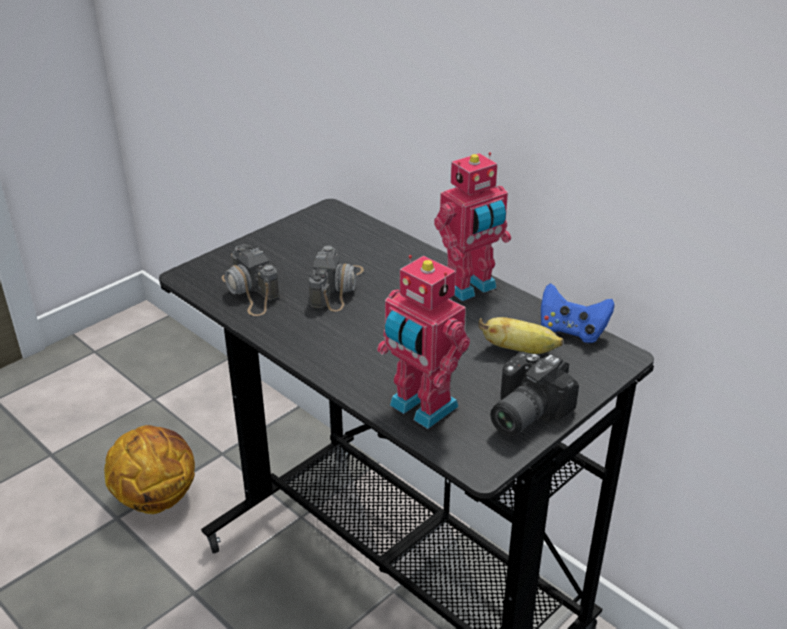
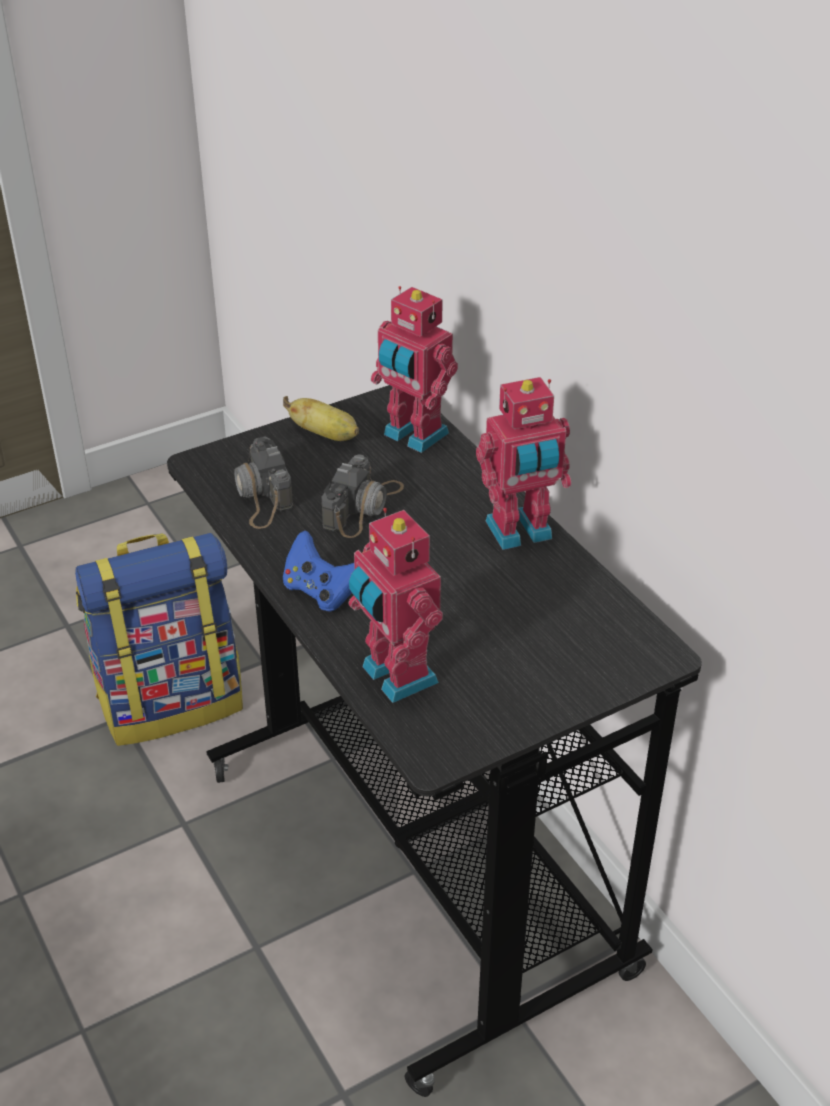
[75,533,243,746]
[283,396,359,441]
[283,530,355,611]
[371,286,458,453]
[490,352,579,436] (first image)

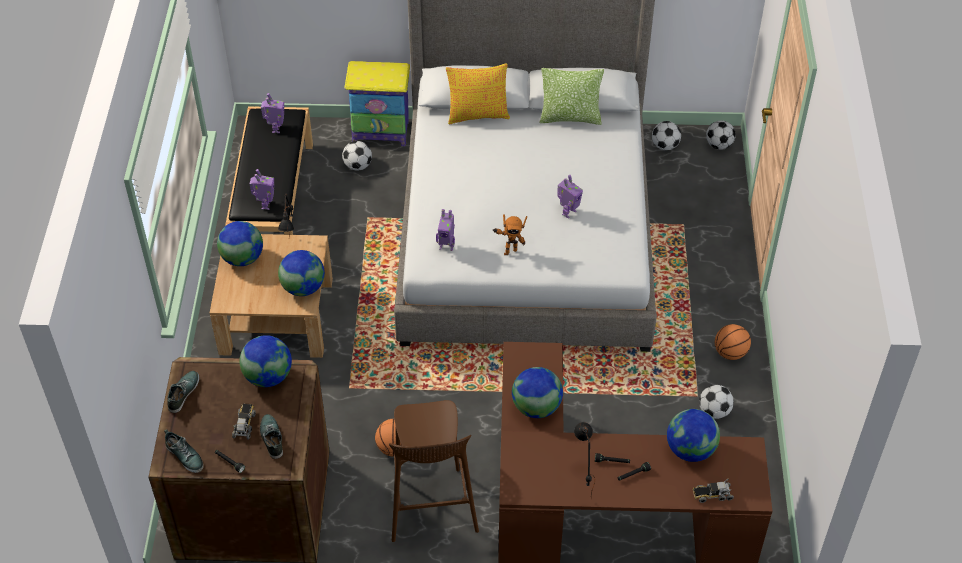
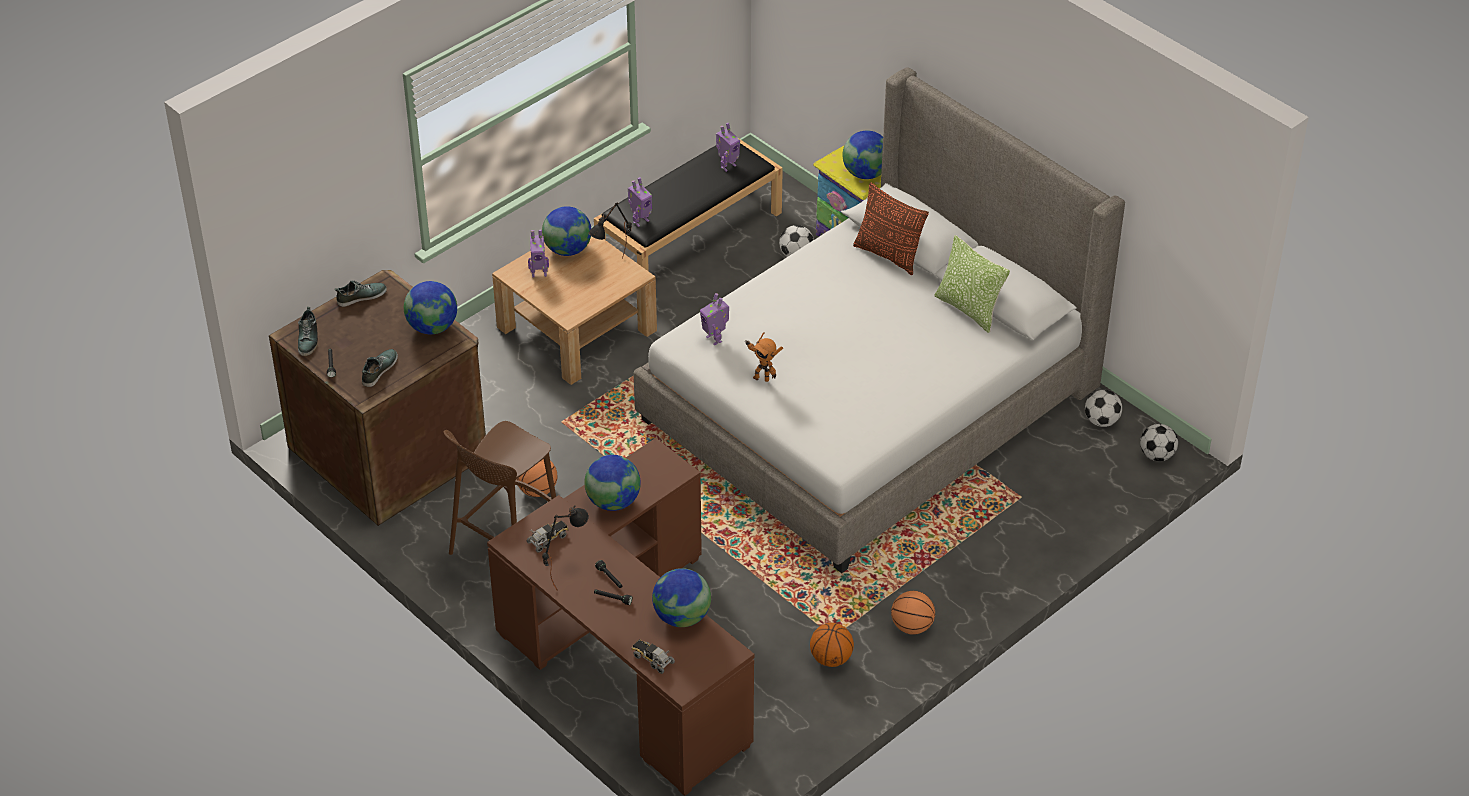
[527,520,569,553]
[528,230,549,277]
[810,623,854,667]
[842,130,883,179]
[853,182,929,275]

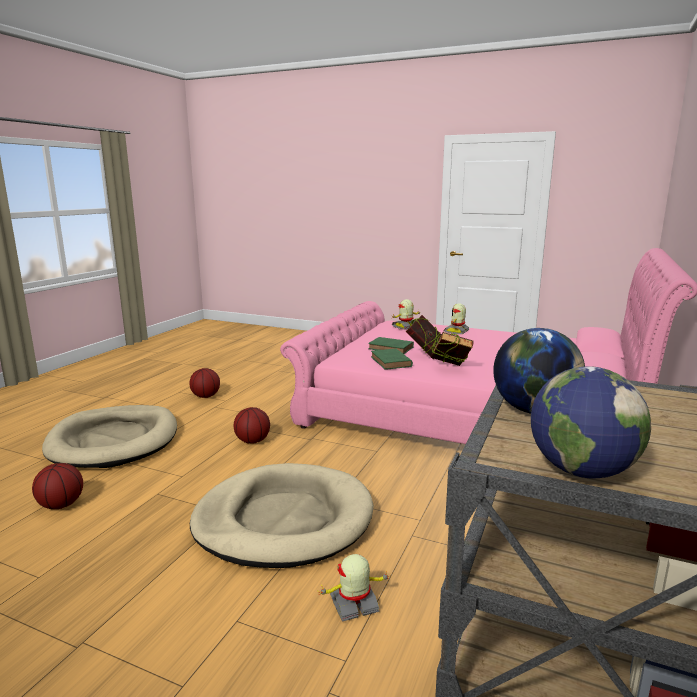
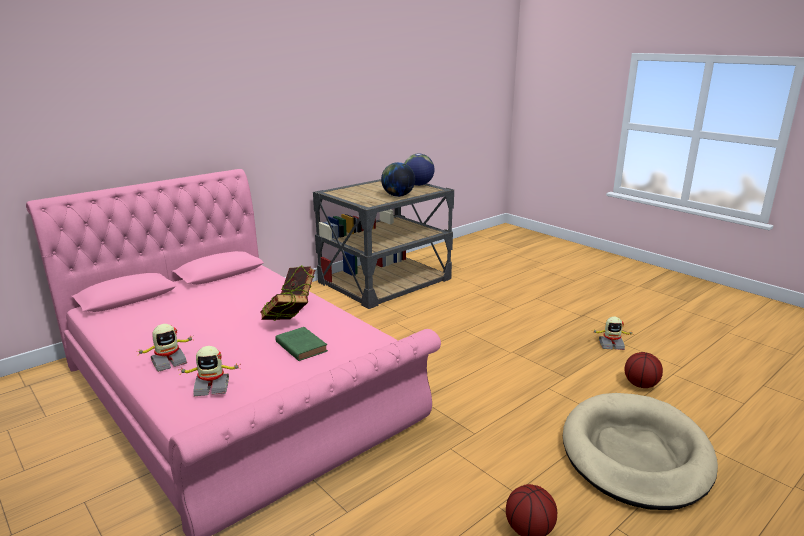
[592,317,634,350]
[190,463,374,568] (first image)
[234,407,270,444] (first image)
[371,348,413,370] (first image)

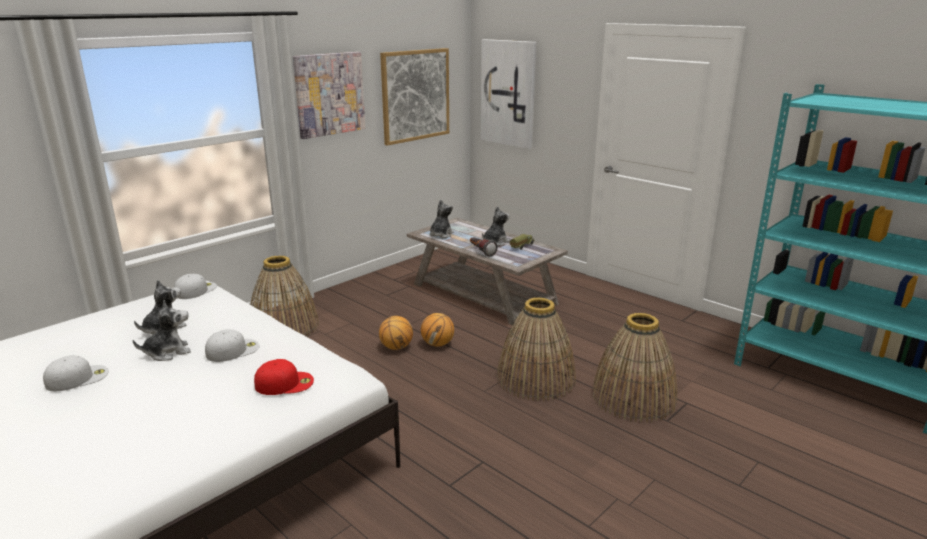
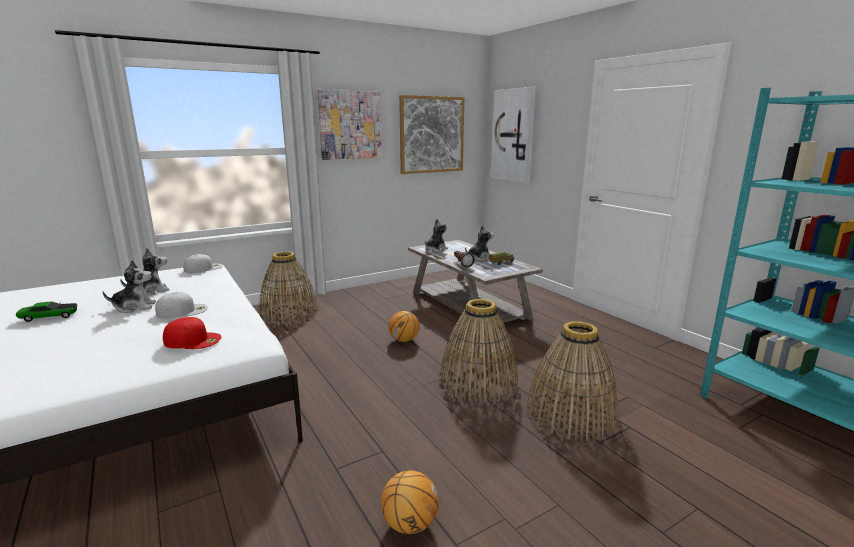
[16,301,77,322]
[381,470,439,534]

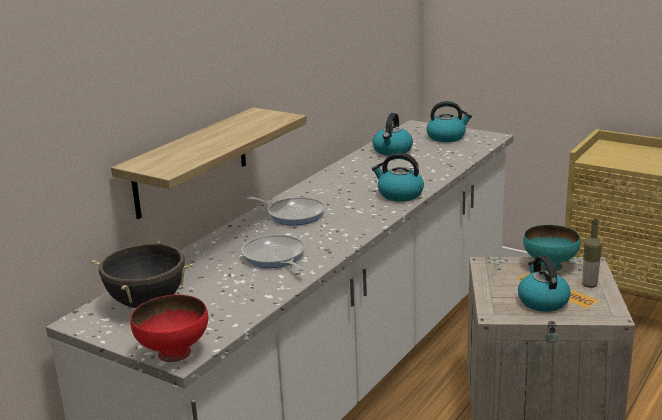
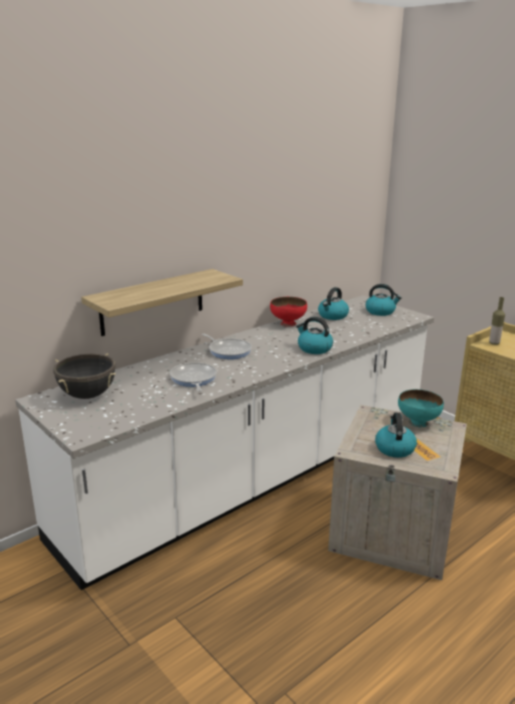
[270,297,307,326]
[489,297,505,345]

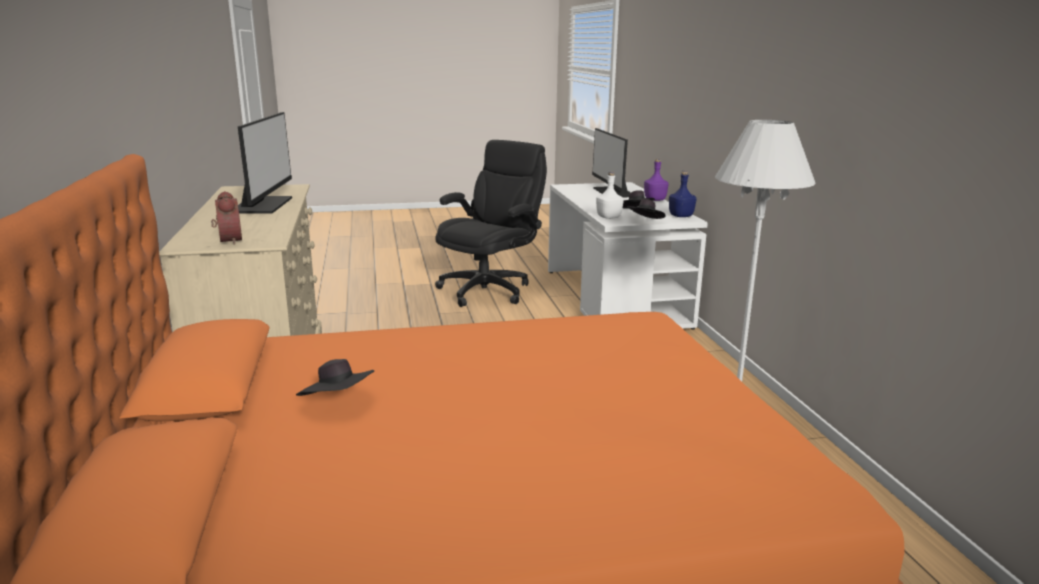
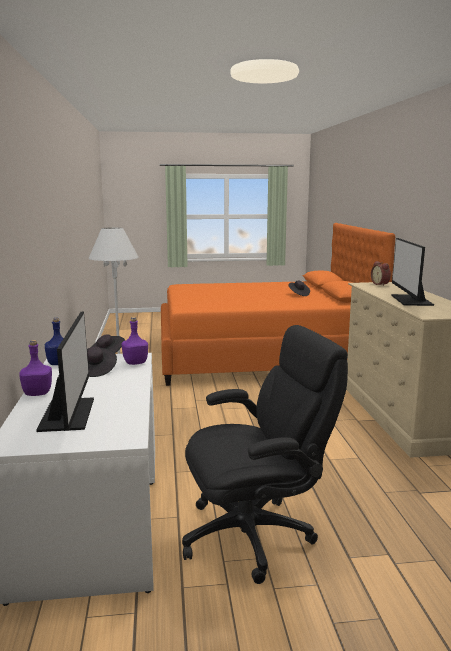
[122,317,148,365]
[182,325,348,584]

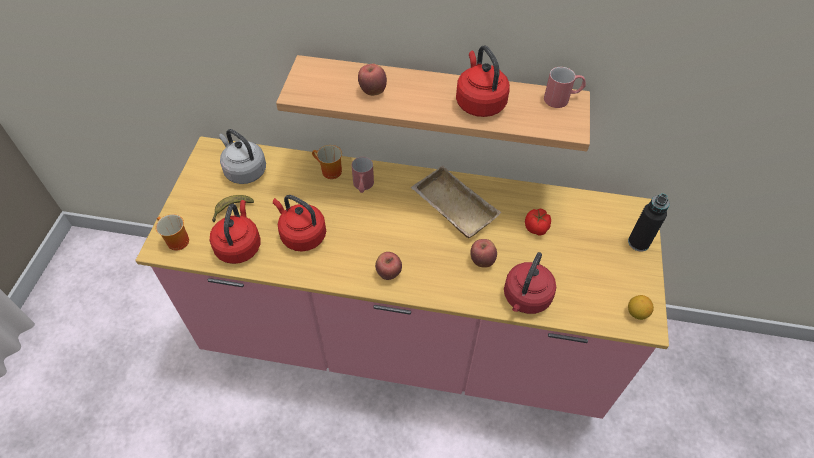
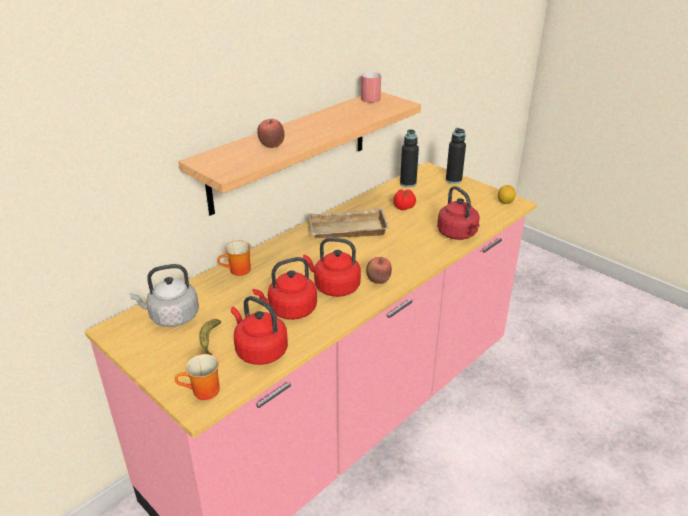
[303,238,361,297]
[400,129,419,187]
[352,157,374,193] (first image)
[470,239,497,268] (first image)

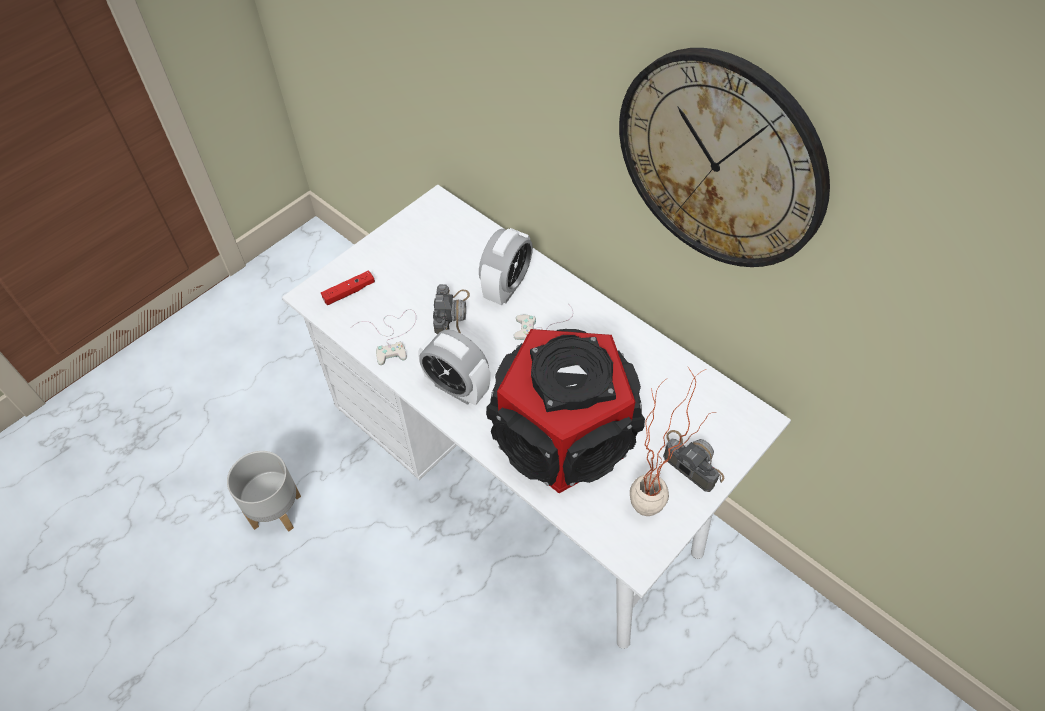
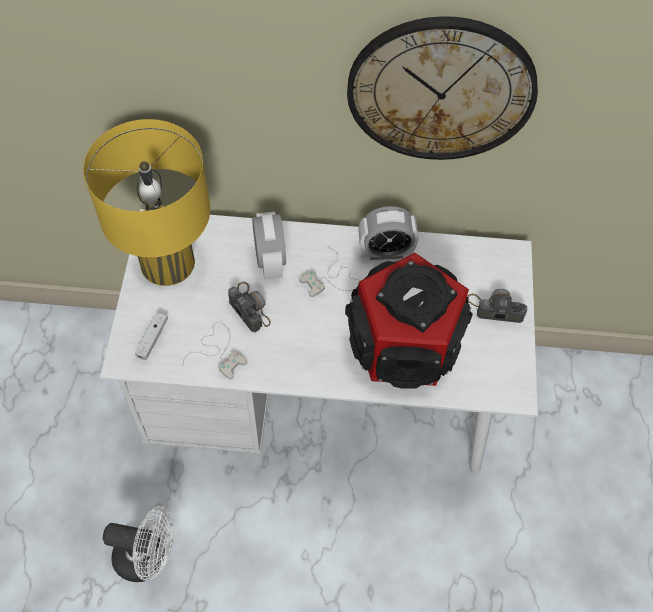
[83,119,210,286]
[103,506,174,582]
[135,312,168,360]
[358,206,419,260]
[630,367,714,516] (first image)

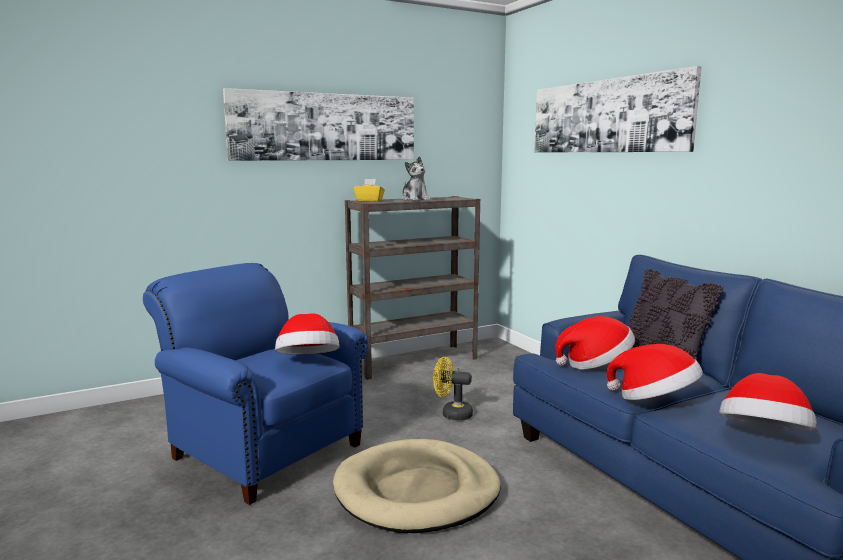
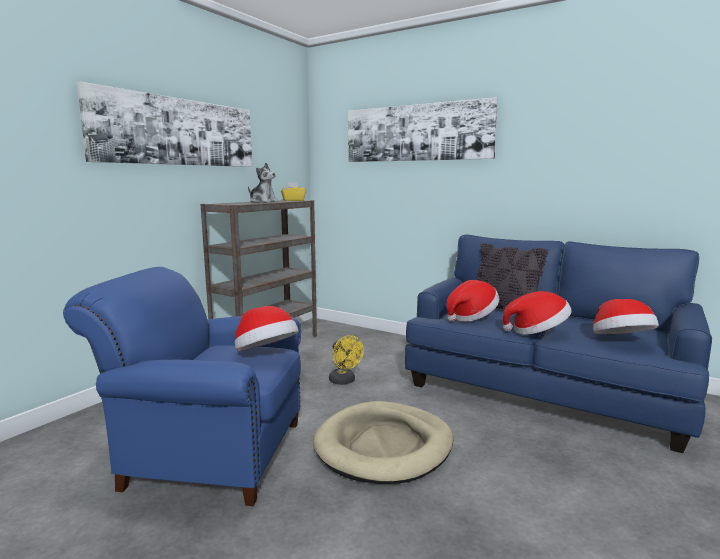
[281,182,306,201]
[329,335,364,385]

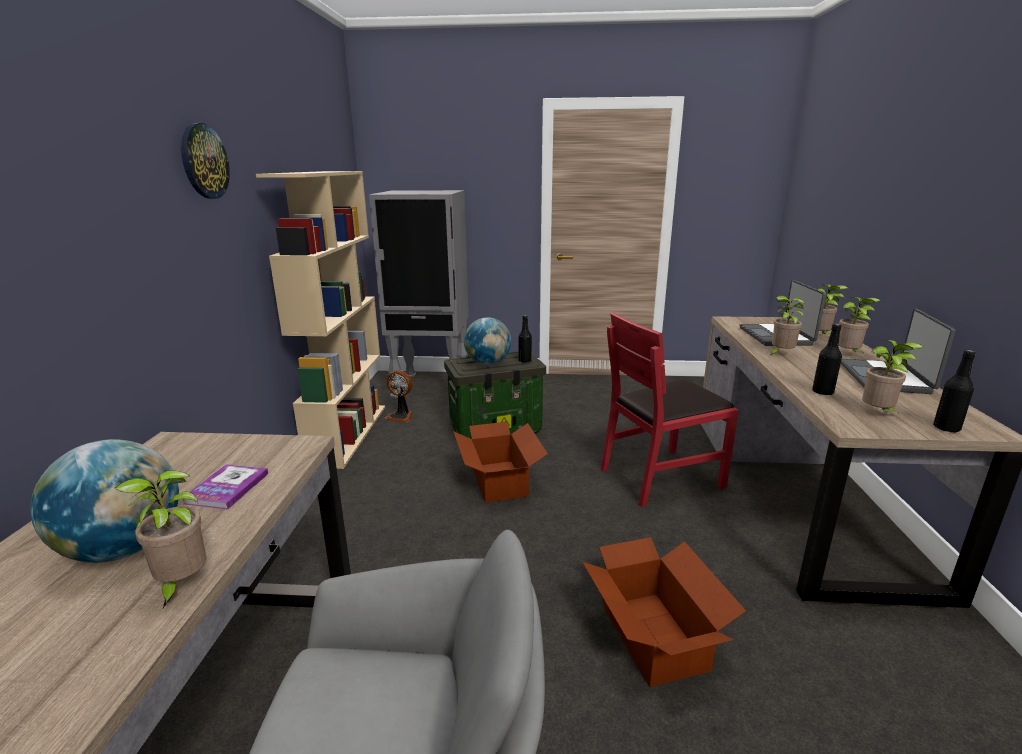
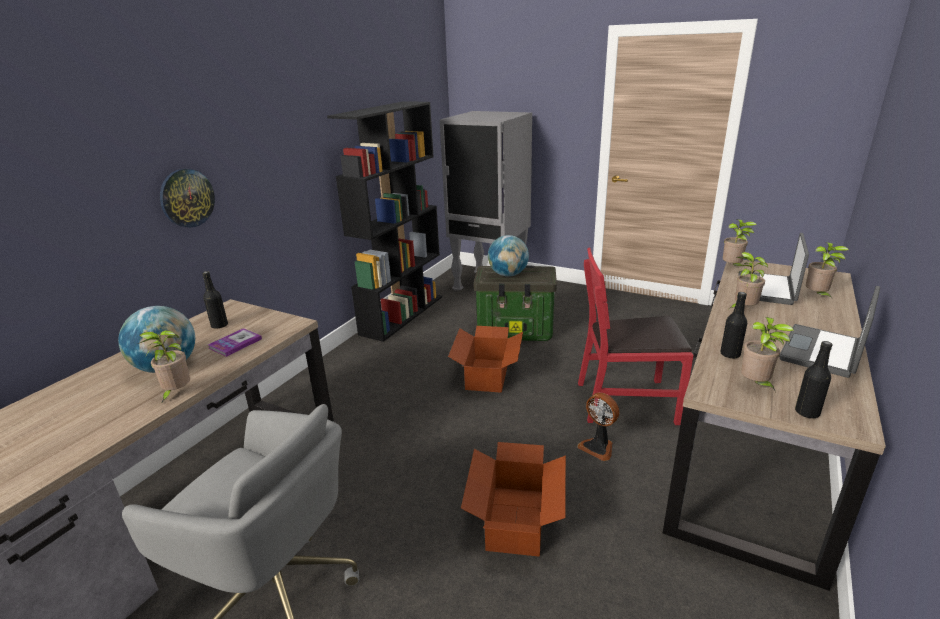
[160,169,215,228]
[202,271,228,329]
[327,101,442,342]
[578,393,619,461]
[723,219,757,269]

